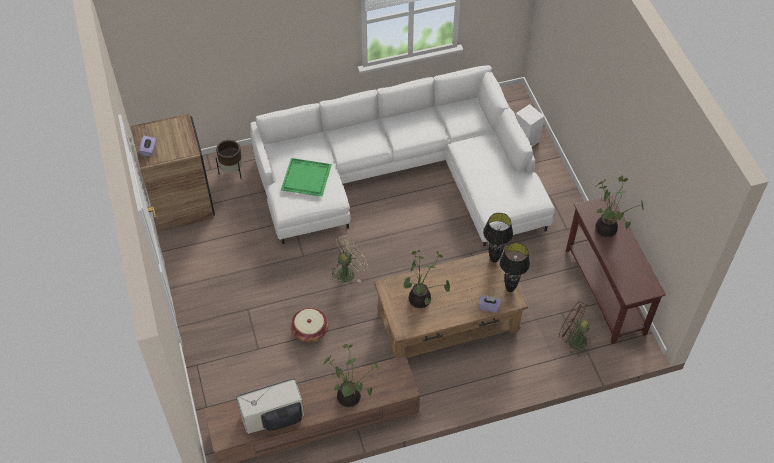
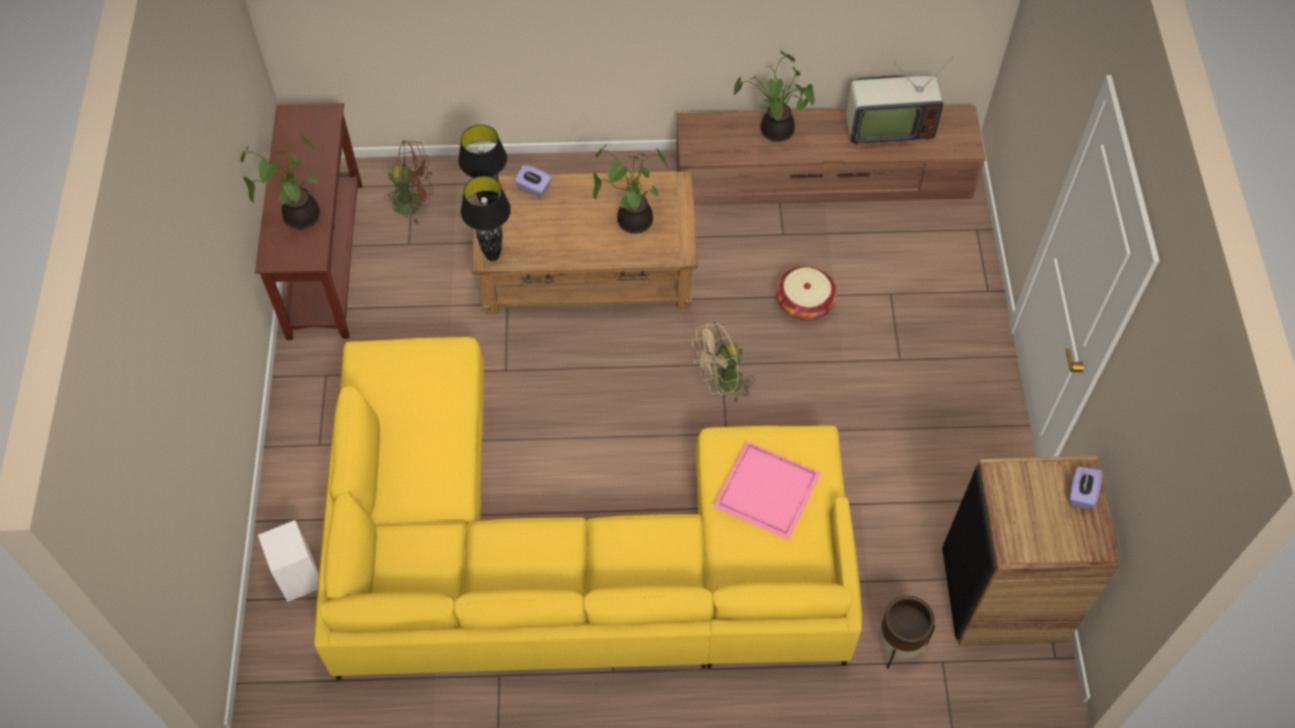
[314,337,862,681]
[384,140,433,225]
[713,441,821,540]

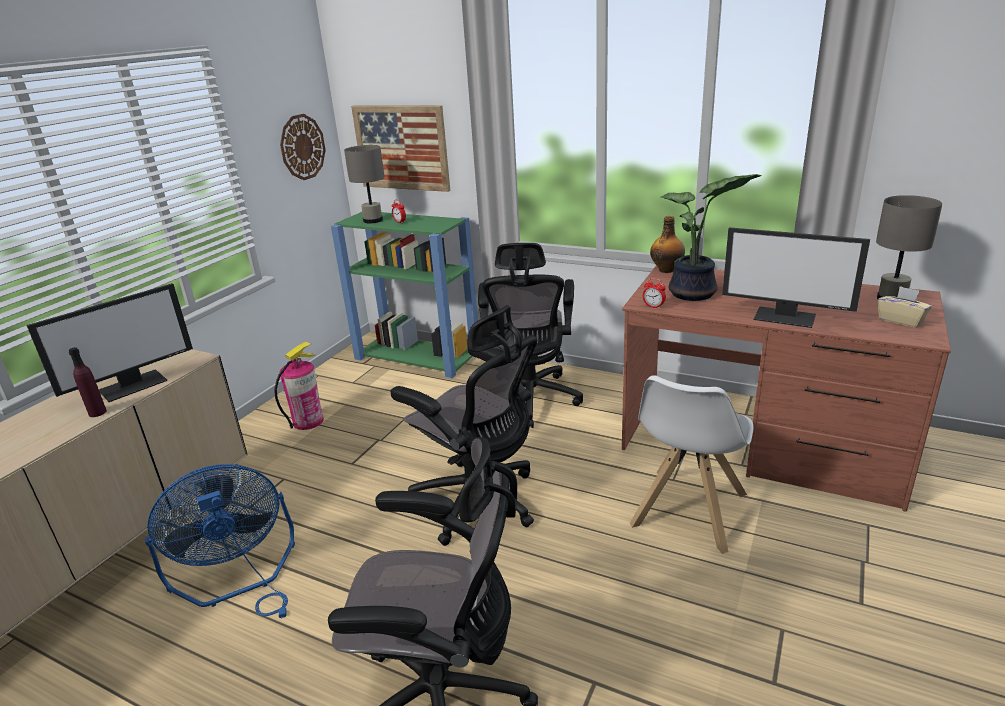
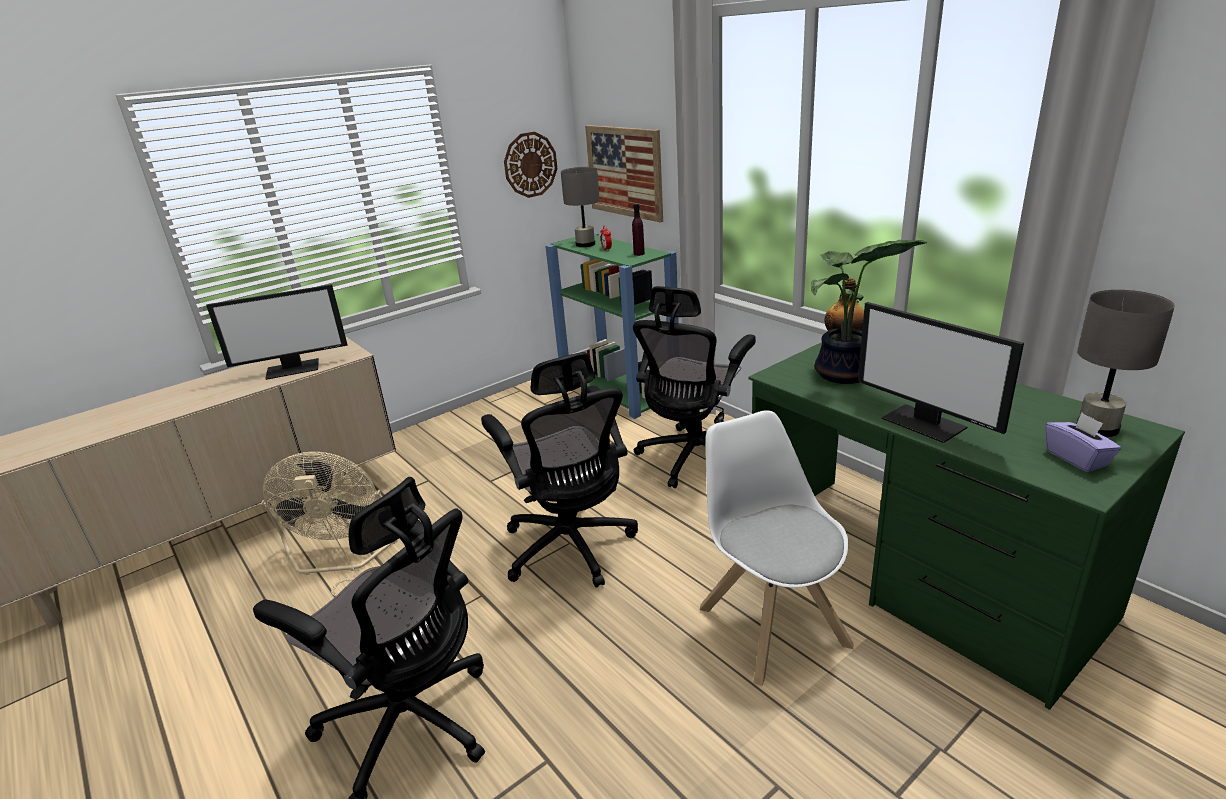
[261,452,398,596]
[632,204,645,256]
[700,410,854,686]
[748,342,1185,710]
[1045,413,1121,472]
[274,341,324,430] (first image)
[643,278,666,309] (first image)

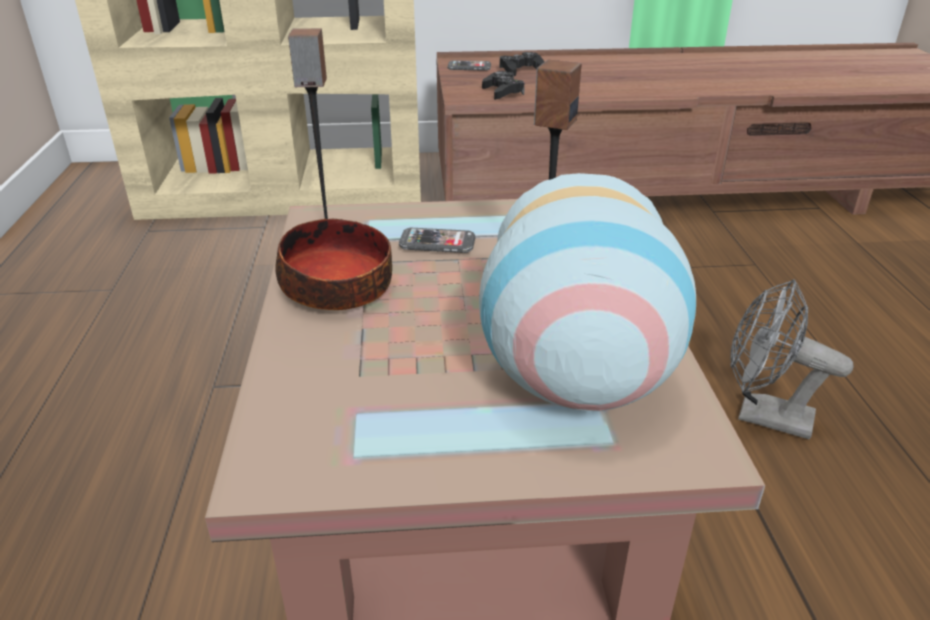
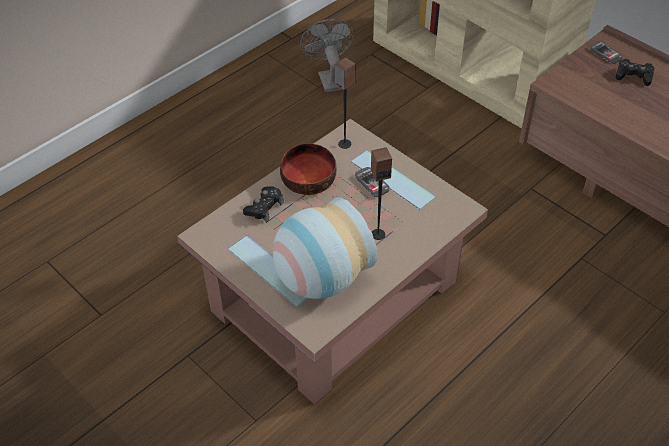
[243,186,284,222]
[300,19,354,92]

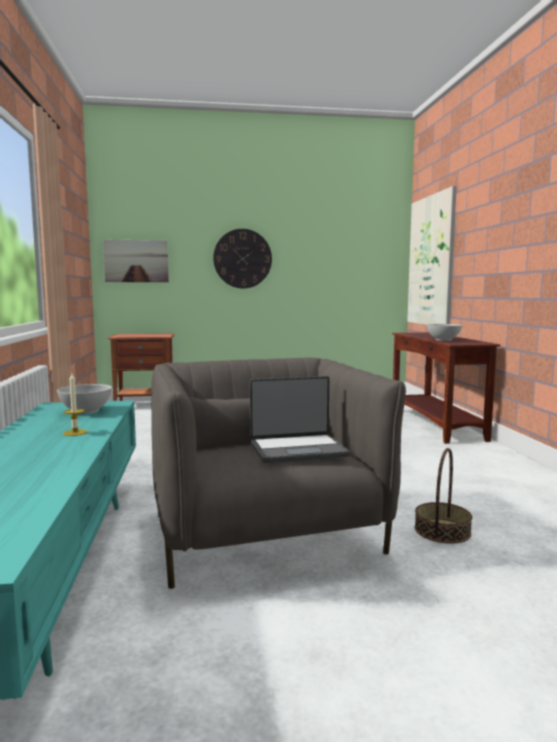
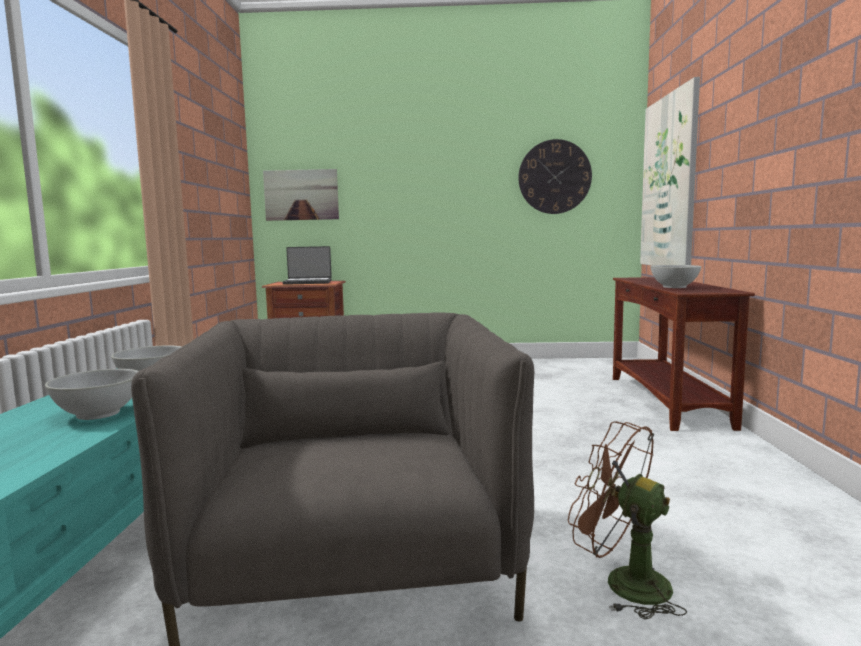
[45,369,138,420]
[282,246,332,285]
[518,139,592,214]
[568,421,687,619]

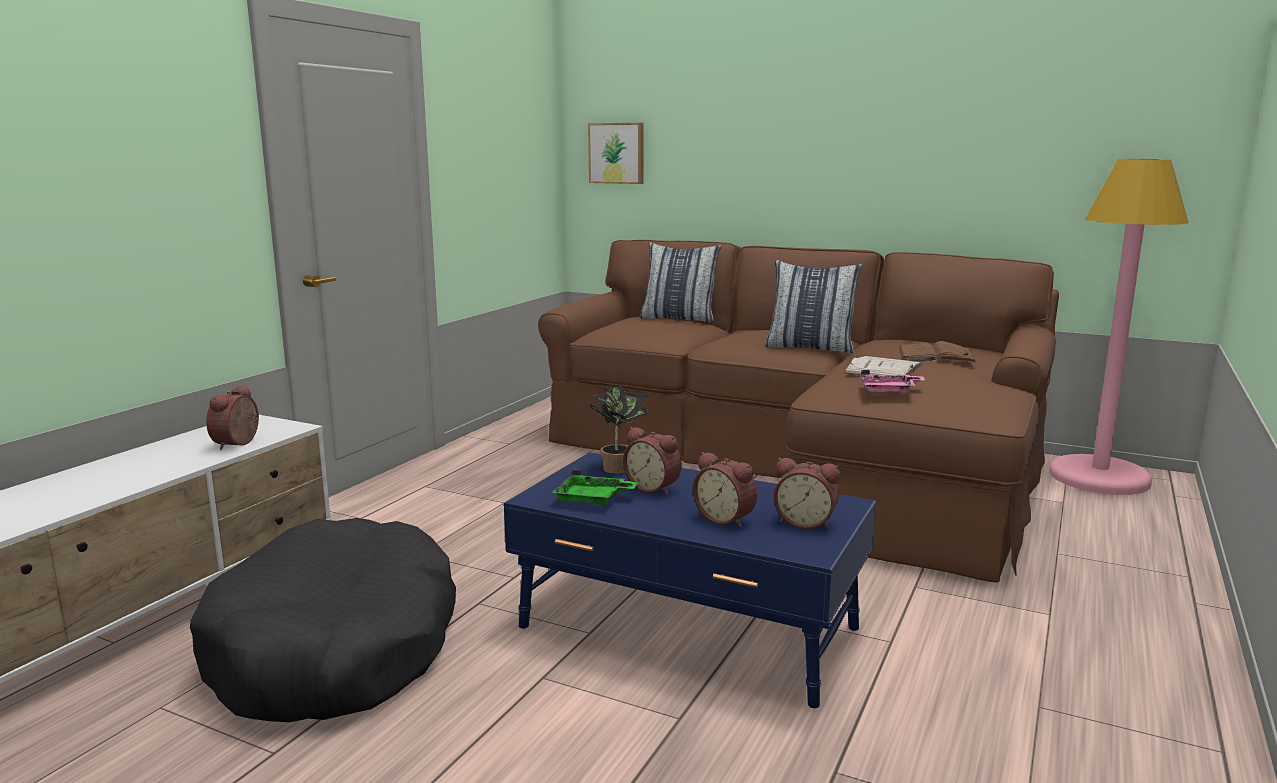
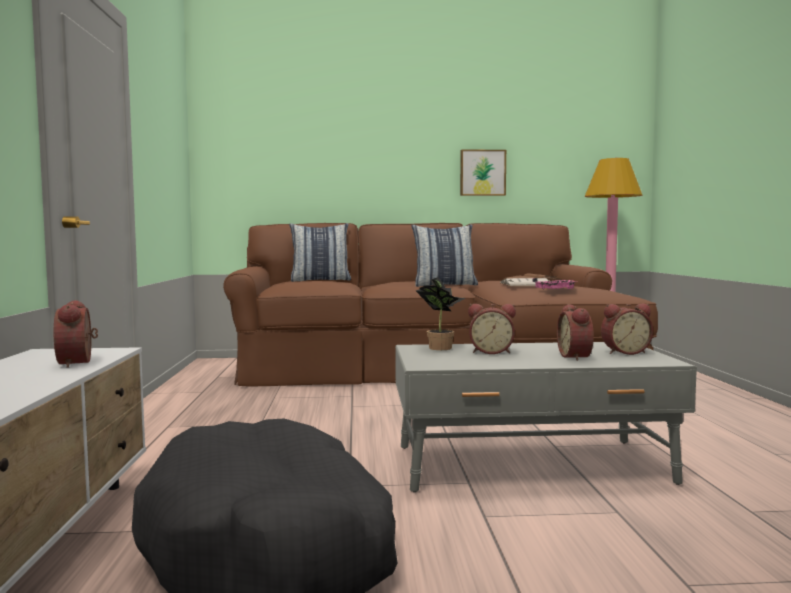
[395,342,697,492]
[460,150,506,196]
[557,304,594,361]
[551,469,639,506] (first image)

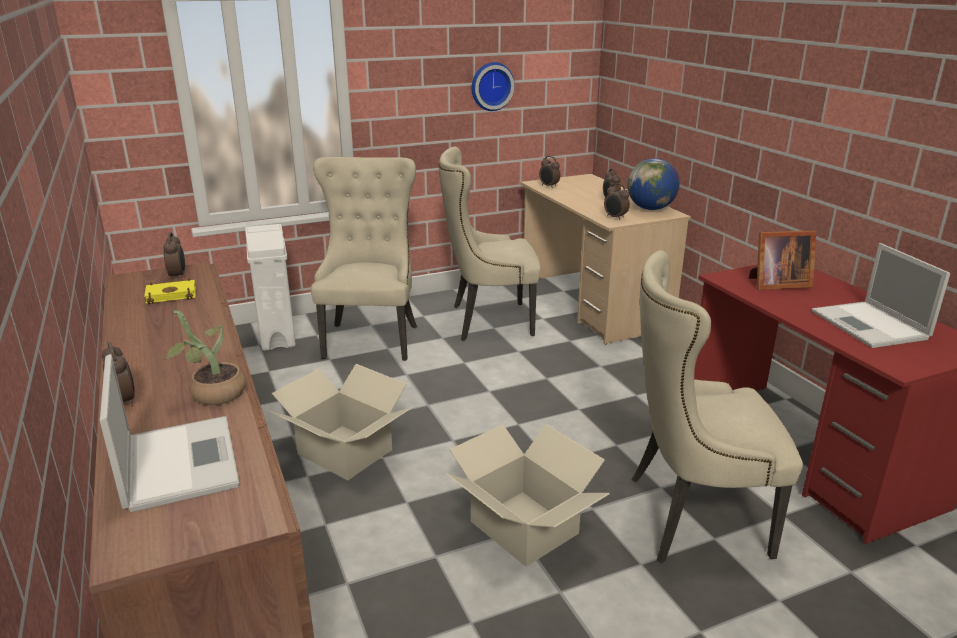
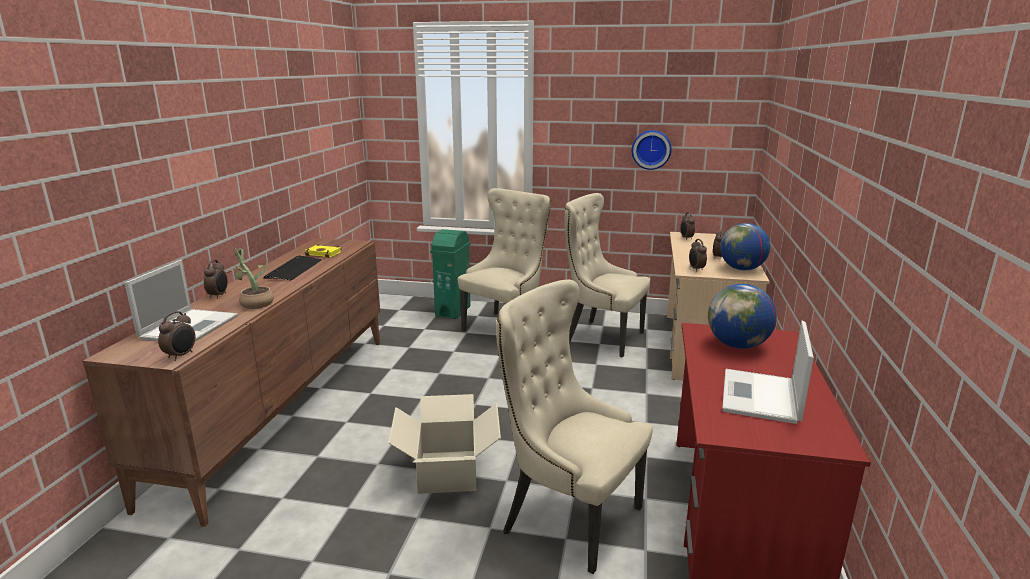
[158,311,195,361]
[263,255,322,281]
[430,229,471,319]
[708,284,777,349]
[269,364,411,480] (first image)

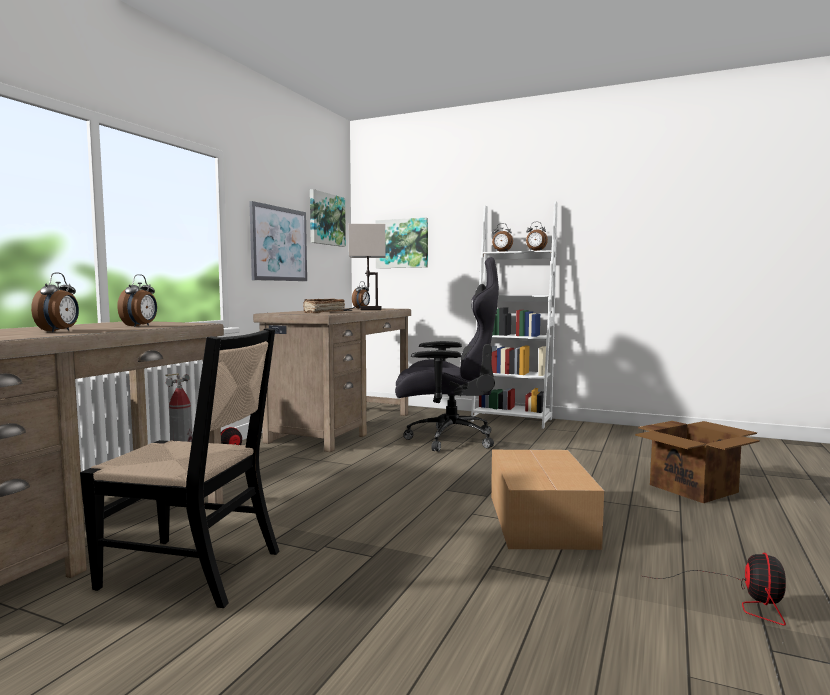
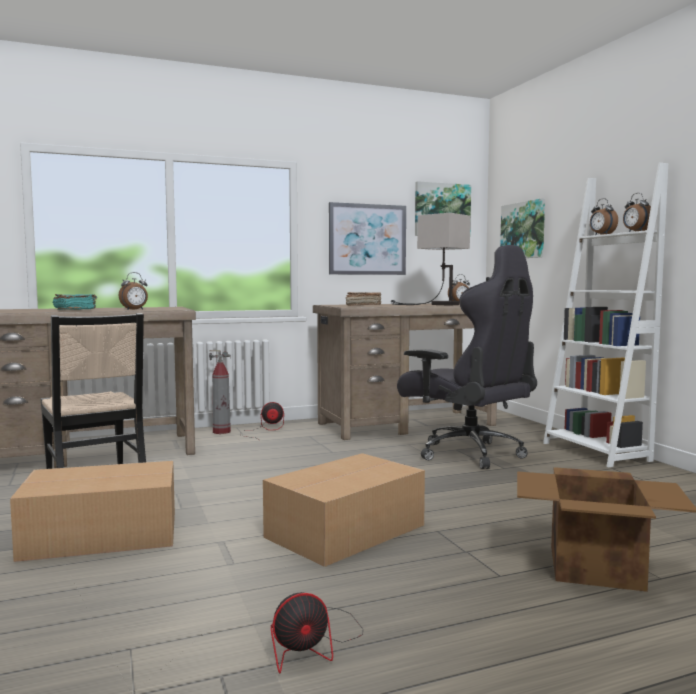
[10,461,175,562]
[53,294,97,310]

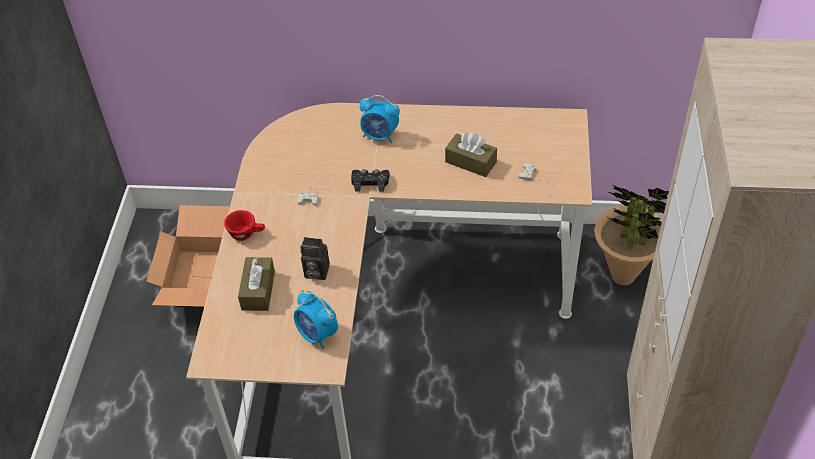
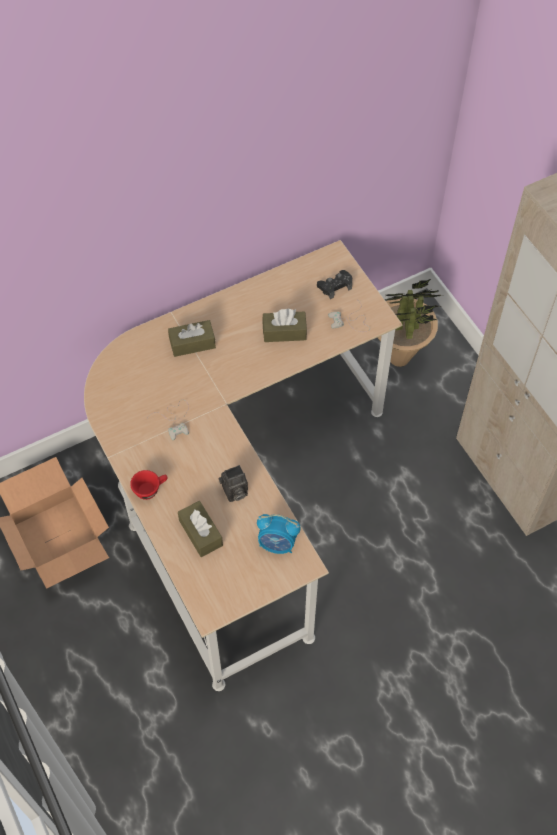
[168,320,216,357]
[317,270,352,299]

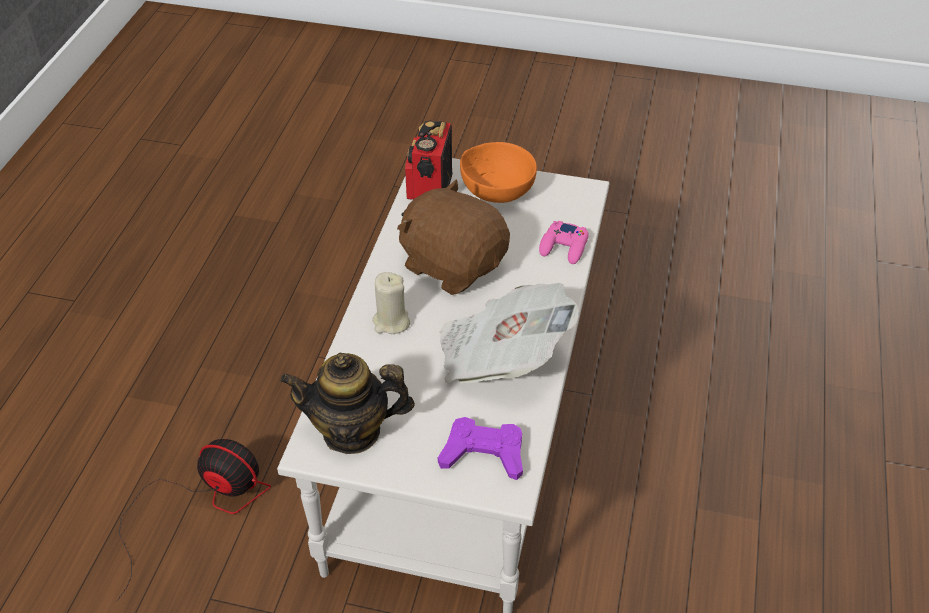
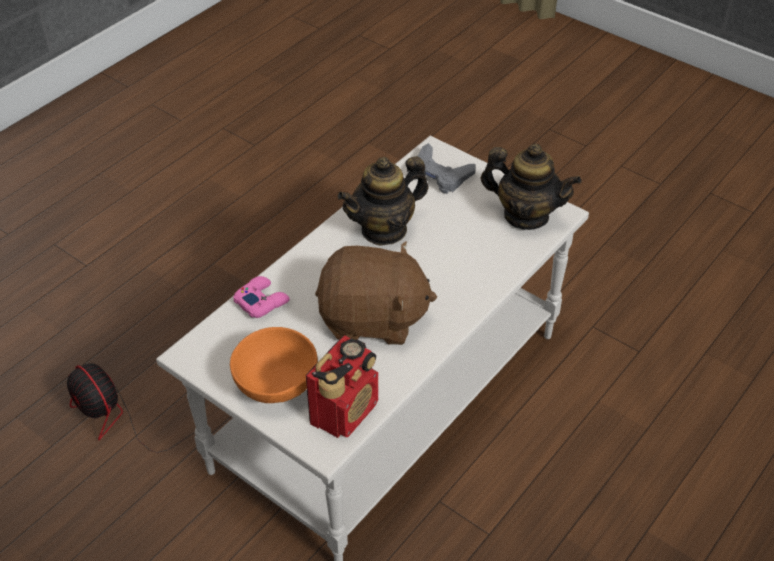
[67,363,205,453]
[315,242,437,345]
[337,157,429,246]
[408,143,476,194]
[372,272,410,334] (first image)

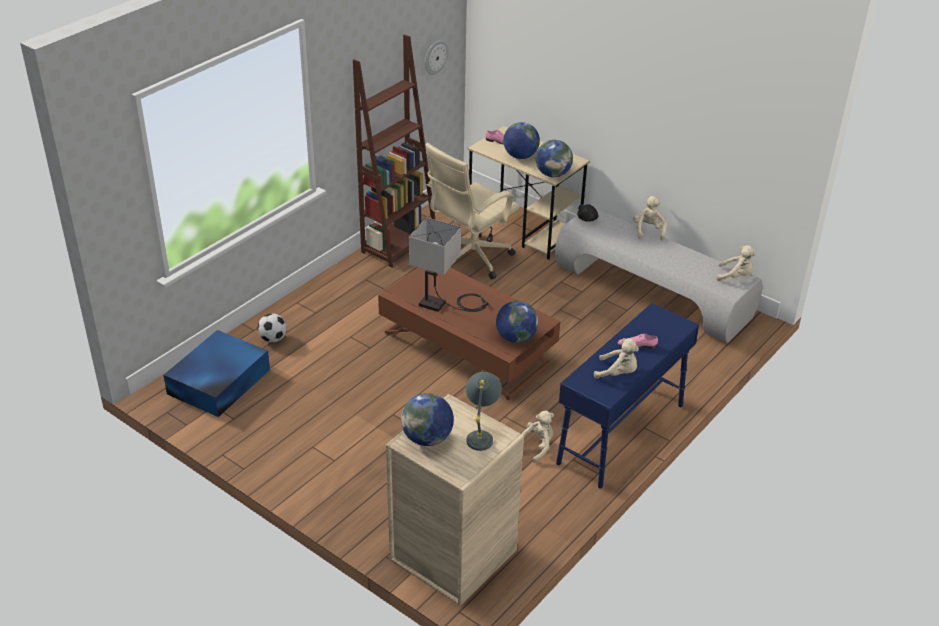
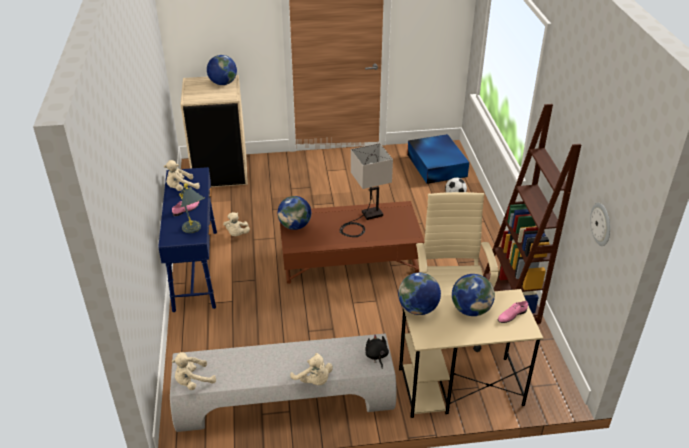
[179,183,204,233]

